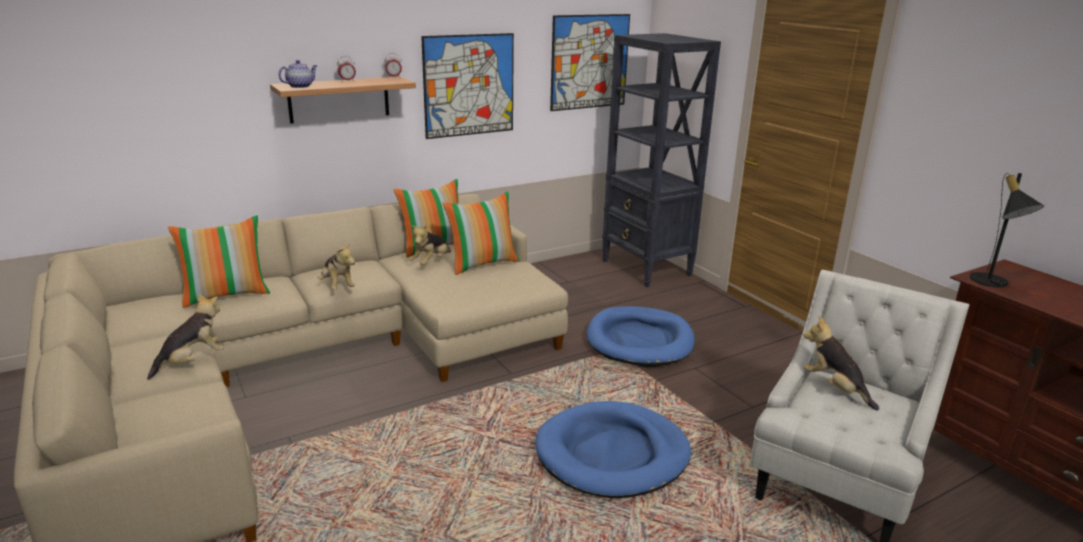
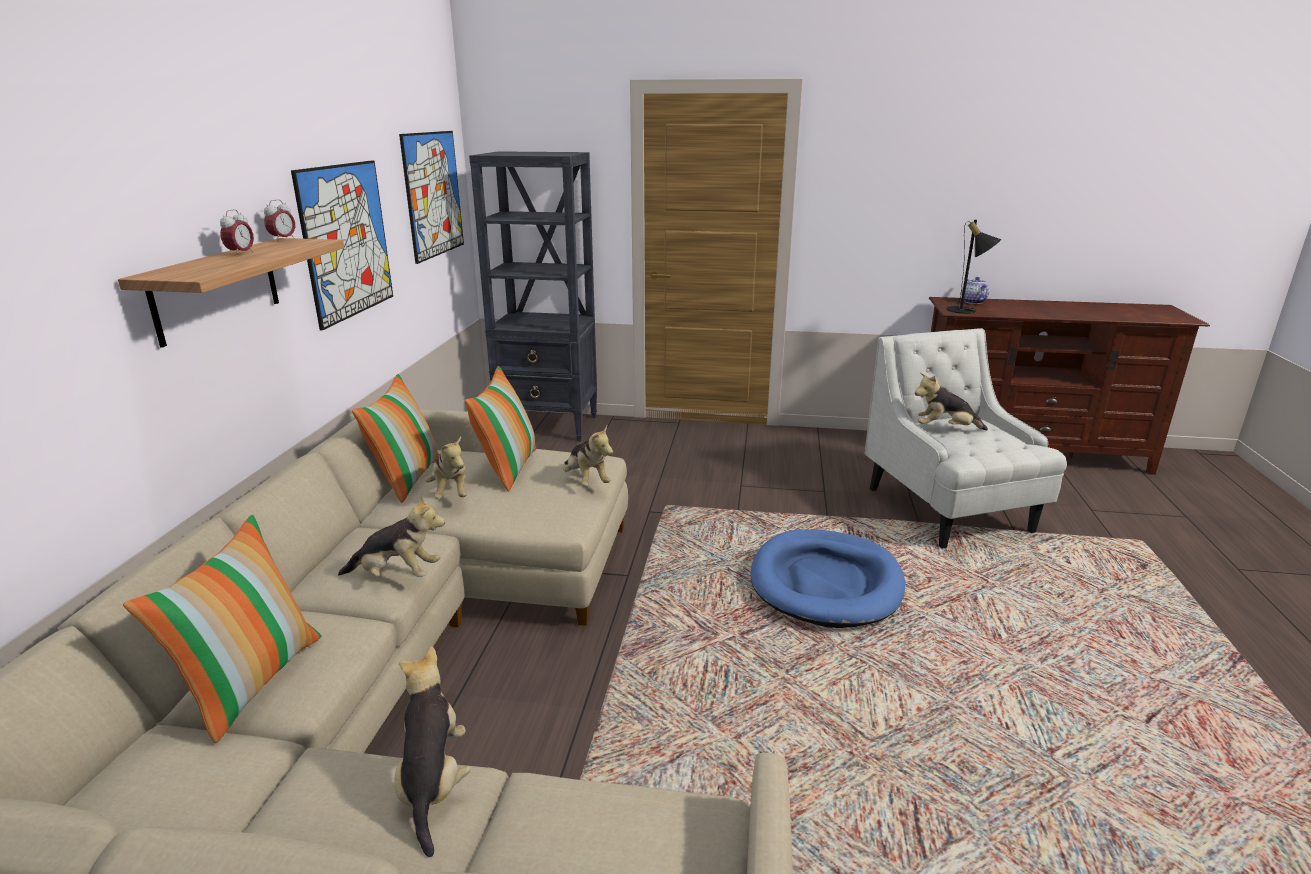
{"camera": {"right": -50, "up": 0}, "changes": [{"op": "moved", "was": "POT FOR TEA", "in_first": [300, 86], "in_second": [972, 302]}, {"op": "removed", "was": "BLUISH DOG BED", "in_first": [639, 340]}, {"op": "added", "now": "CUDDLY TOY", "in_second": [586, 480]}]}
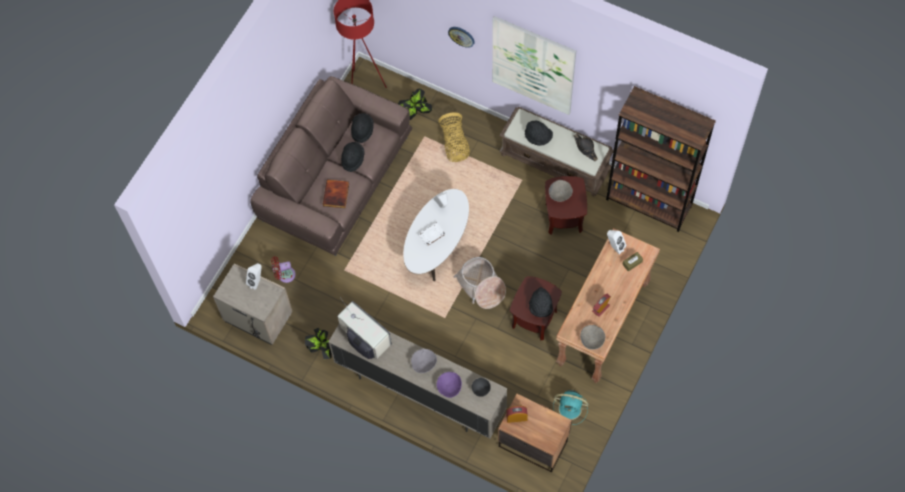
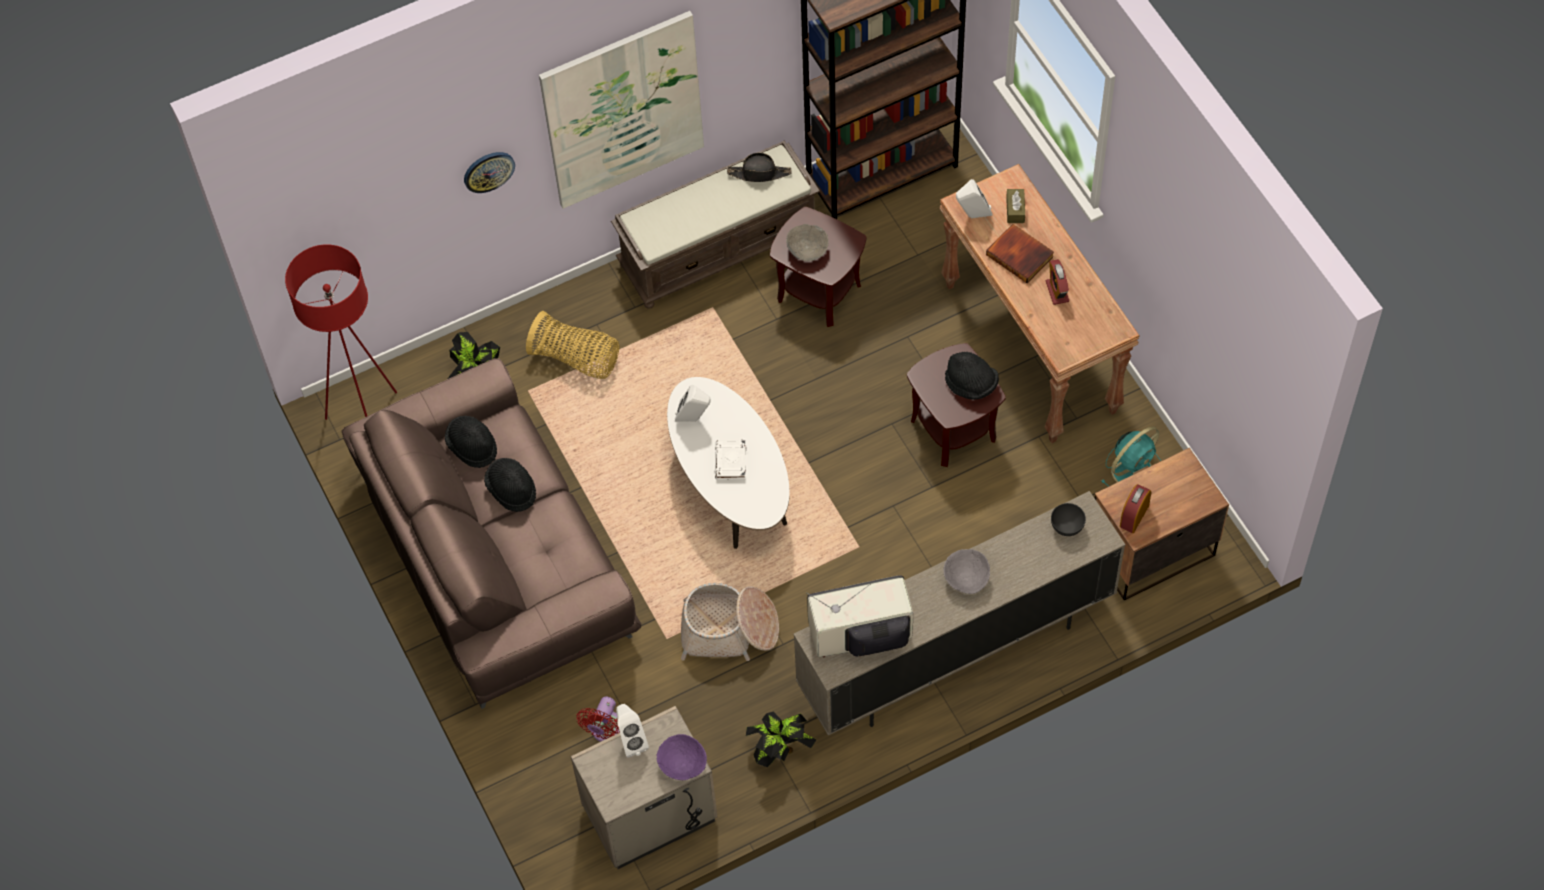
{"camera": {"right": -55, "up": -5}, "changes": [{"op": "removed", "was": "BLACK-COLOURED HAT", "in_first": [538, 137]}, {"op": "moved", "was": "VOLUME", "in_first": [336, 195], "in_second": [1021, 255]}, {"op": "moved", "was": "BASKET", "in_first": [481, 286], "in_second": [729, 630]}, {"op": "removed", "was": "GREYISH SERVING BOWL", "in_first": [591, 339]}, {"op": "moved", "was": "PURPLISH SERVING BOWL", "in_first": [449, 387], "in_second": [682, 764]}]}
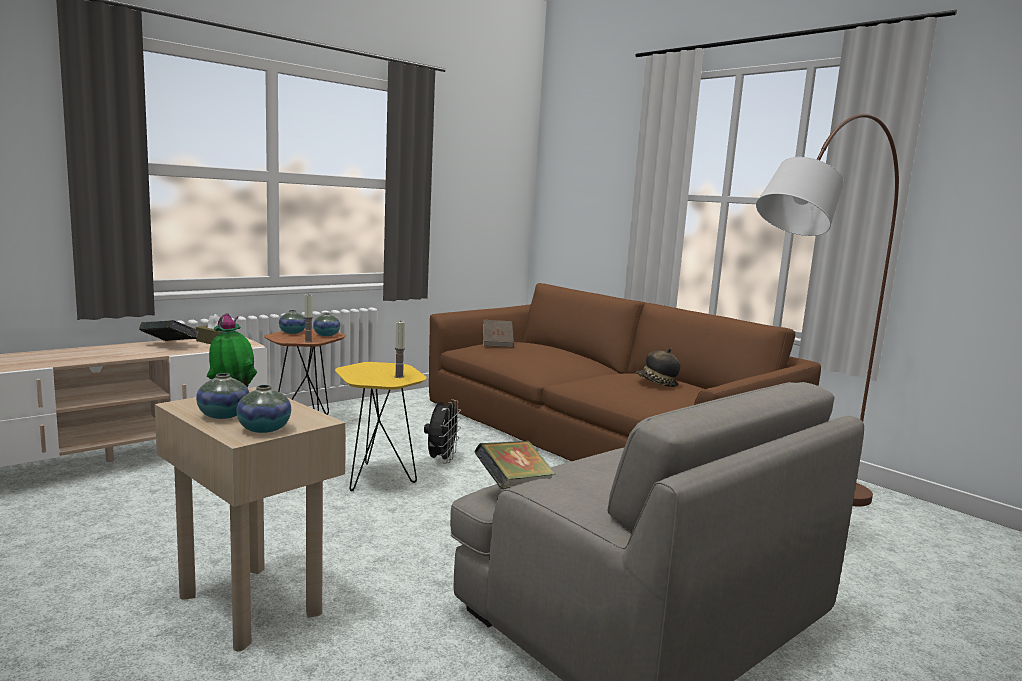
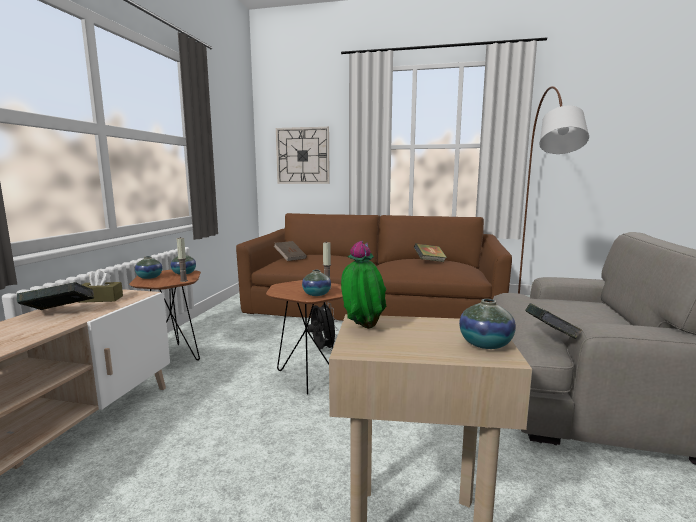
{"camera": {"right": -35, "up": 0}, "changes": [{"op": "replaced", "was": "HAT", "now": "VOLUME", "in_first": [656, 383], "in_second": [429, 261]}, {"op": "recoloured", "was": "YELLOW-COLOURED END TABLE", "now": "BROWN END TABLE", "in_first": [378, 480], "in_second": [309, 378]}, {"op": "moved", "was": "DECORATIVE VASE", "in_first": [223, 415], "in_second": [316, 294]}, {"op": "added", "now": "WALL CLOCK", "in_second": [303, 156]}]}
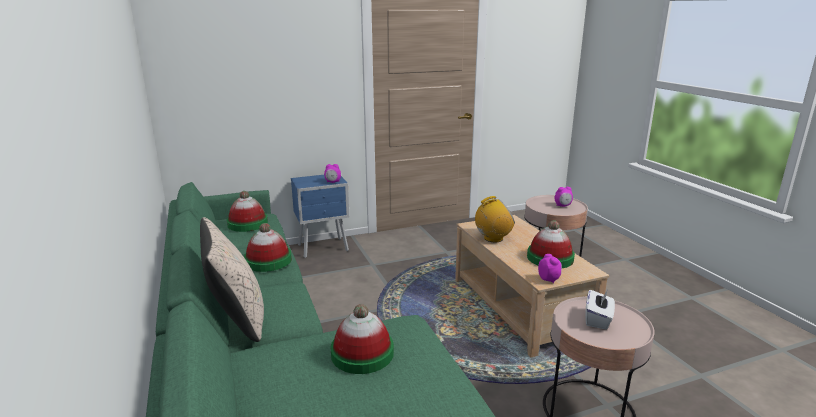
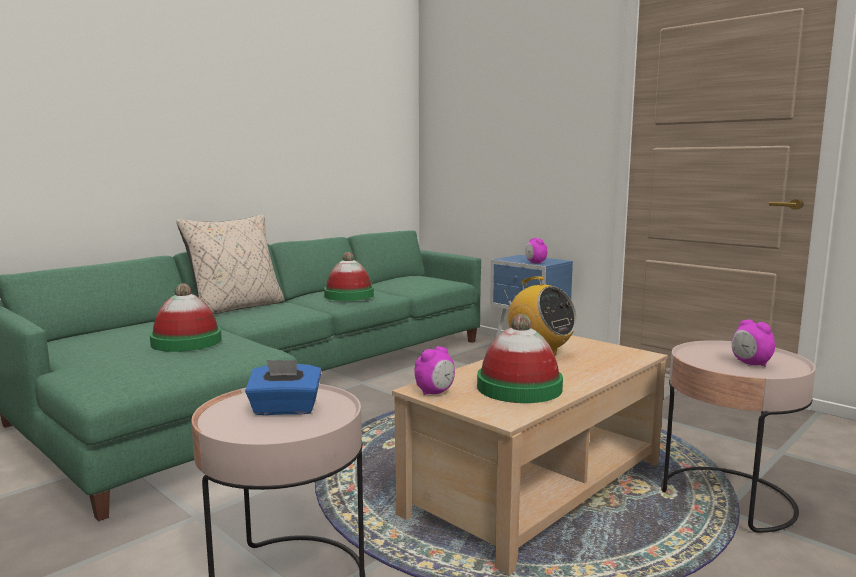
{"camera": {"right": 65, "up": -10}, "changes": [{"op": "removed", "was": "HAT", "in_first": [247, 223]}, {"op": "recoloured", "was": "WHITE BOX OF TISSUES", "now": "BLUISH BOX OF TISSUES", "in_first": [598, 320], "in_second": [285, 409]}]}
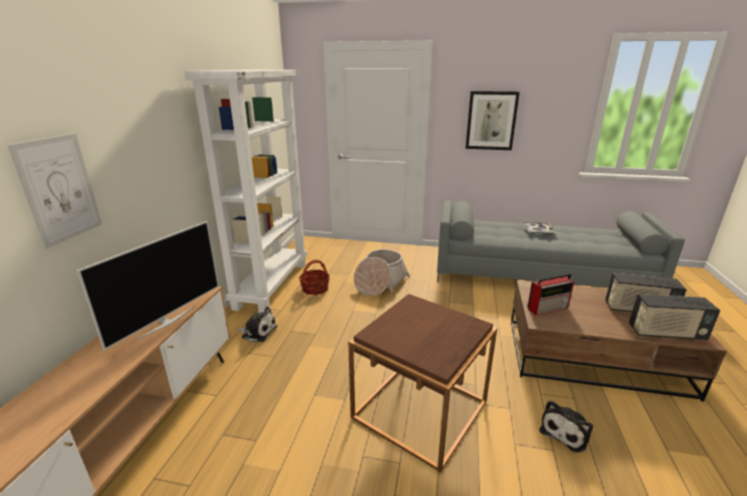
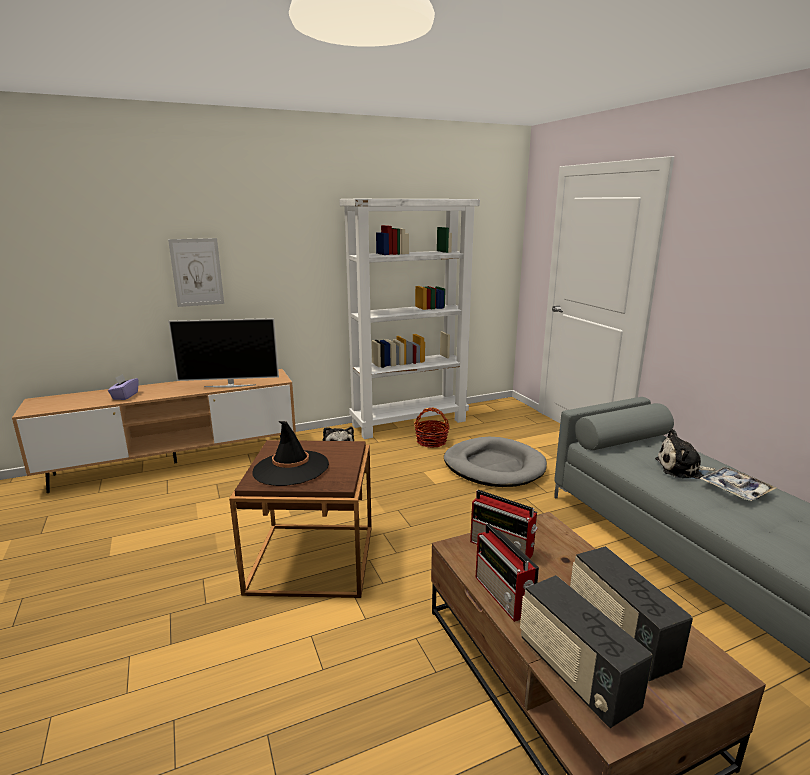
{"camera": {"right": 55, "up": -5}, "changes": [{"op": "removed", "was": "WALL PICTURE", "in_first": [491, 120]}, {"op": "replaced", "was": "BASKET", "now": "GREYISH DOG BED", "in_first": [380, 283], "in_second": [494, 466]}, {"op": "moved", "was": "CUDDLY TOY", "in_first": [565, 431], "in_second": [682, 469]}, {"op": "added", "now": "PURPLISH BOX OF TISSUES", "in_second": [125, 396]}, {"op": "added", "now": "BLACK-COLOURED HAT", "in_second": [291, 468]}, {"op": "added", "now": "RADIO SET", "in_second": [504, 596]}]}
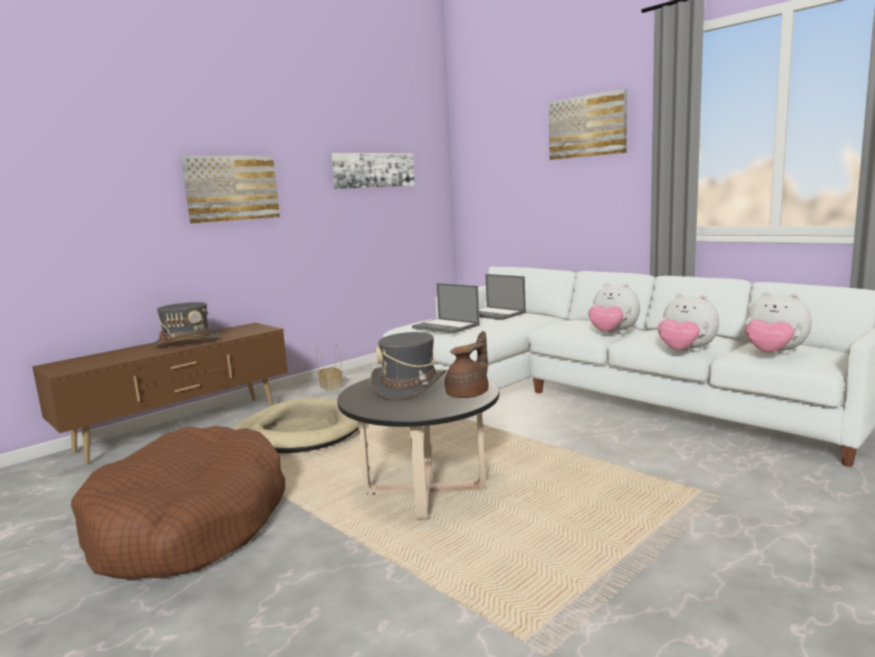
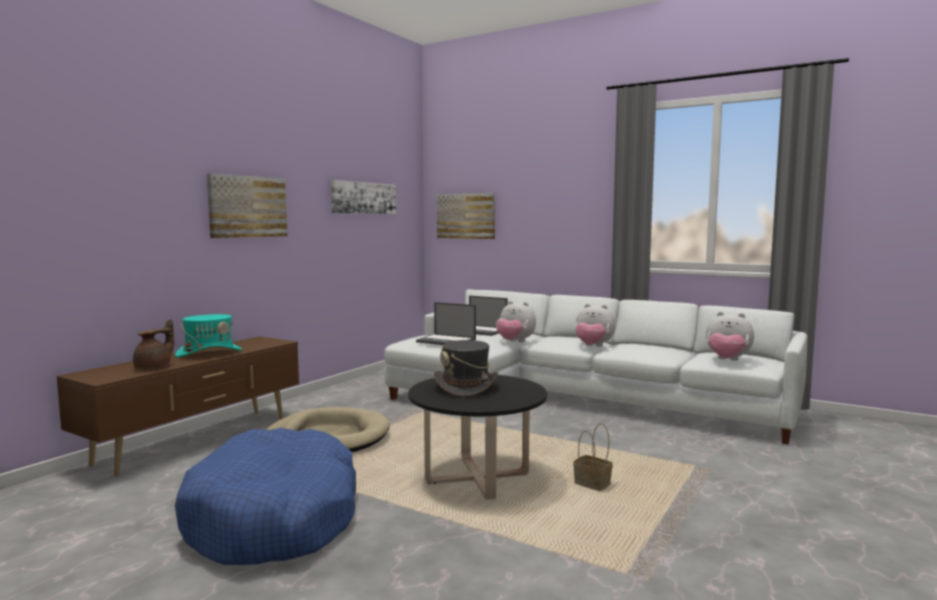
{"camera": {"right": -15, "up": -5}, "changes": [{"op": "moved", "was": "WALL PICTURE", "in_first": [587, 126], "in_second": [466, 216]}, {"op": "moved", "was": "CUDDLY TOY", "in_first": [685, 351], "in_second": [515, 342]}, {"op": "recoloured", "was": "GREYISH HAT", "now": "BLUE-GREEN HAT", "in_first": [187, 342], "in_second": [209, 353]}, {"op": "moved", "was": "BROWN POT FOR TEA", "in_first": [469, 394], "in_second": [155, 367]}, {"op": "moved", "was": "BASKET", "in_first": [332, 386], "in_second": [593, 484]}, {"op": "recoloured", "was": "BROWN DOG BED", "now": "BLUISH DOG BED", "in_first": [189, 524], "in_second": [274, 518]}]}
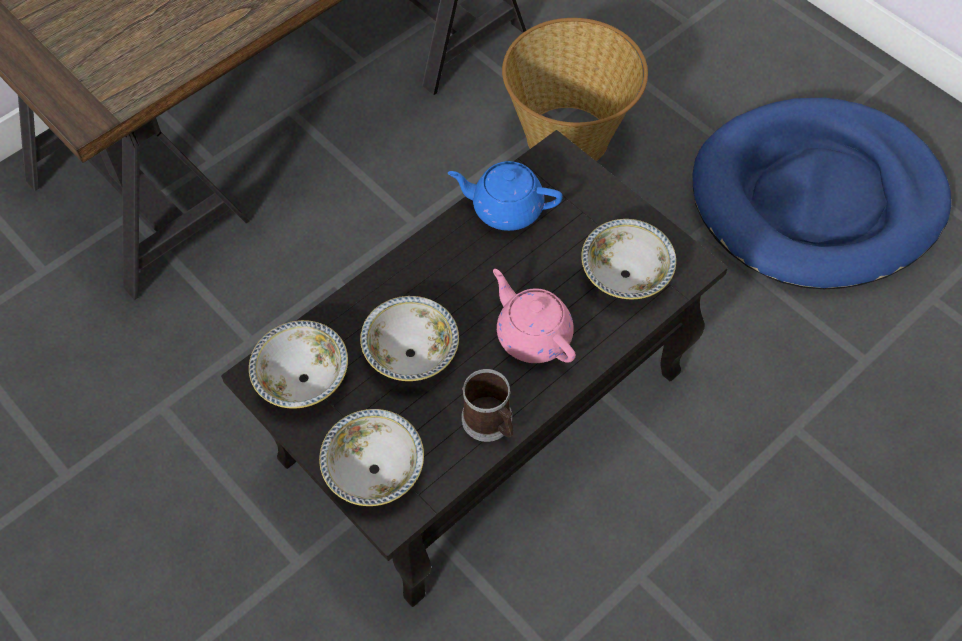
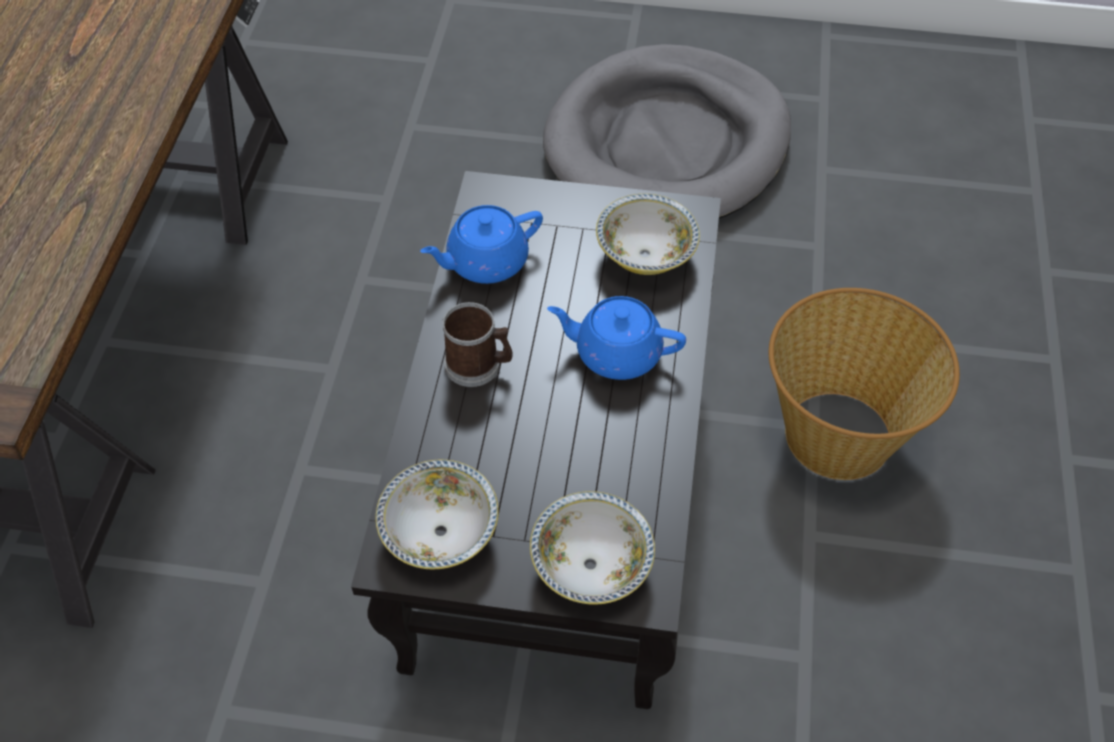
{"camera": {"right": -40, "up": -5}, "changes": [{"op": "moved", "was": "BASKET", "in_first": [569, 137], "in_second": [839, 434]}, {"op": "recoloured", "was": "BLUISH DOG BED", "now": "GREYISH DOG BED", "in_first": [816, 199], "in_second": [667, 144]}, {"op": "recoloured", "was": "PINKISH POT FOR TEA", "now": "BLUISH POT FOR TEA", "in_first": [532, 335], "in_second": [616, 353]}, {"op": "removed", "was": "SERVING BOWL", "in_first": [411, 353]}, {"op": "moved", "was": "COFFEE MUG", "in_first": [490, 423], "in_second": [479, 365]}]}
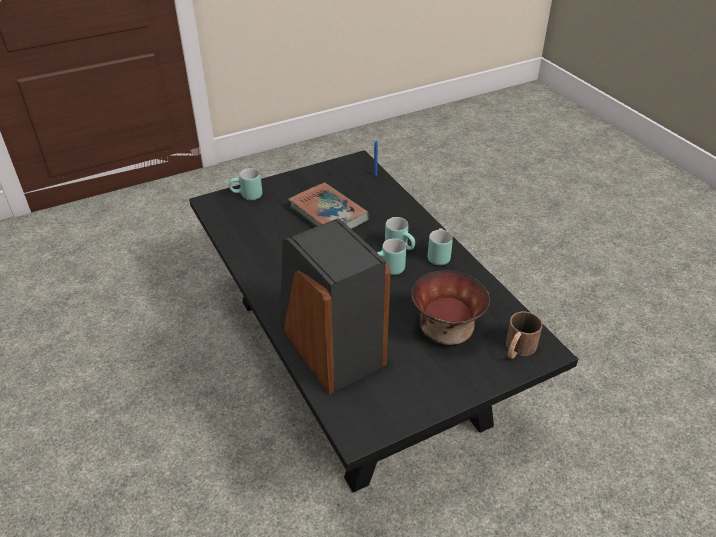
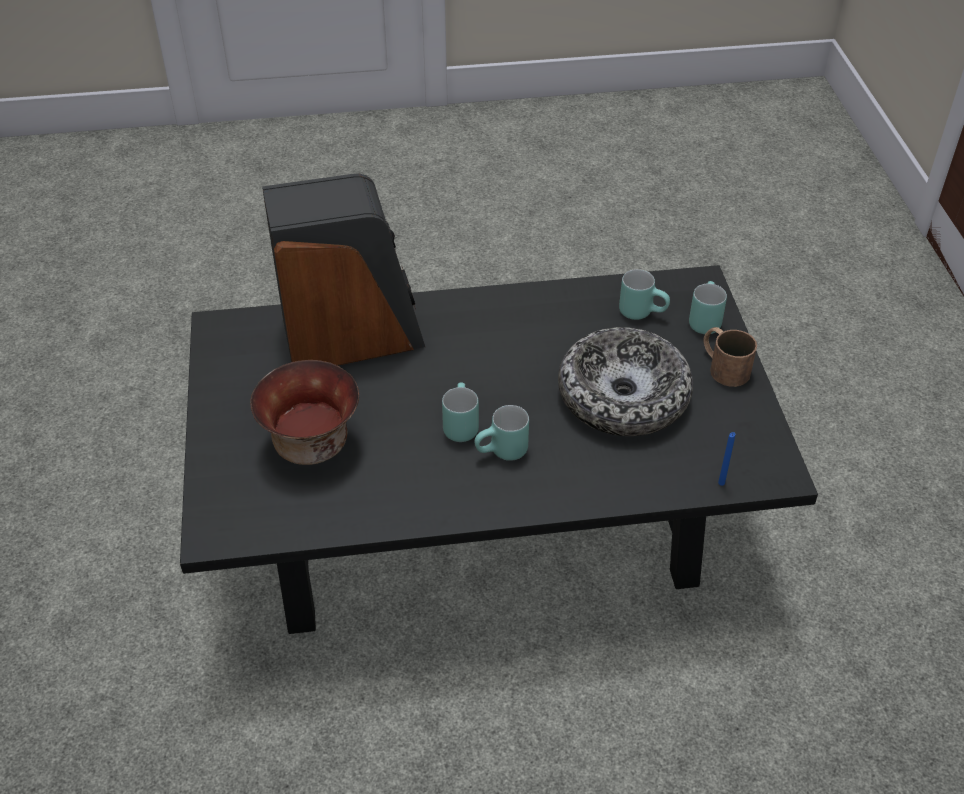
{"camera": {"right": 110, "up": 5}, "changes": [{"op": "replaced", "was": "VOLUME", "now": "SERVING BOWL", "in_first": [328, 214], "in_second": [623, 396]}, {"op": "moved", "was": "BLUE-GREEN COFFEE MUG", "in_first": [437, 255], "in_second": [643, 312]}, {"op": "moved", "was": "BROWN COFFEE MUG", "in_first": [517, 349], "in_second": [723, 366]}]}
